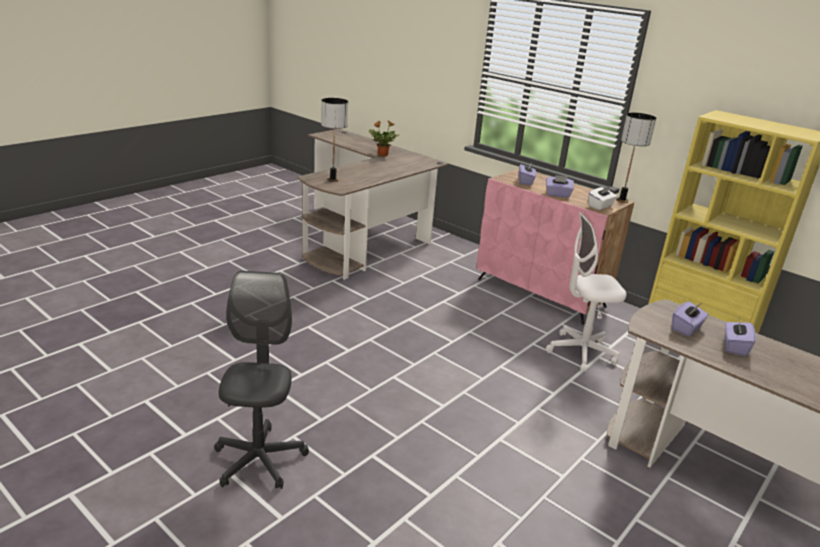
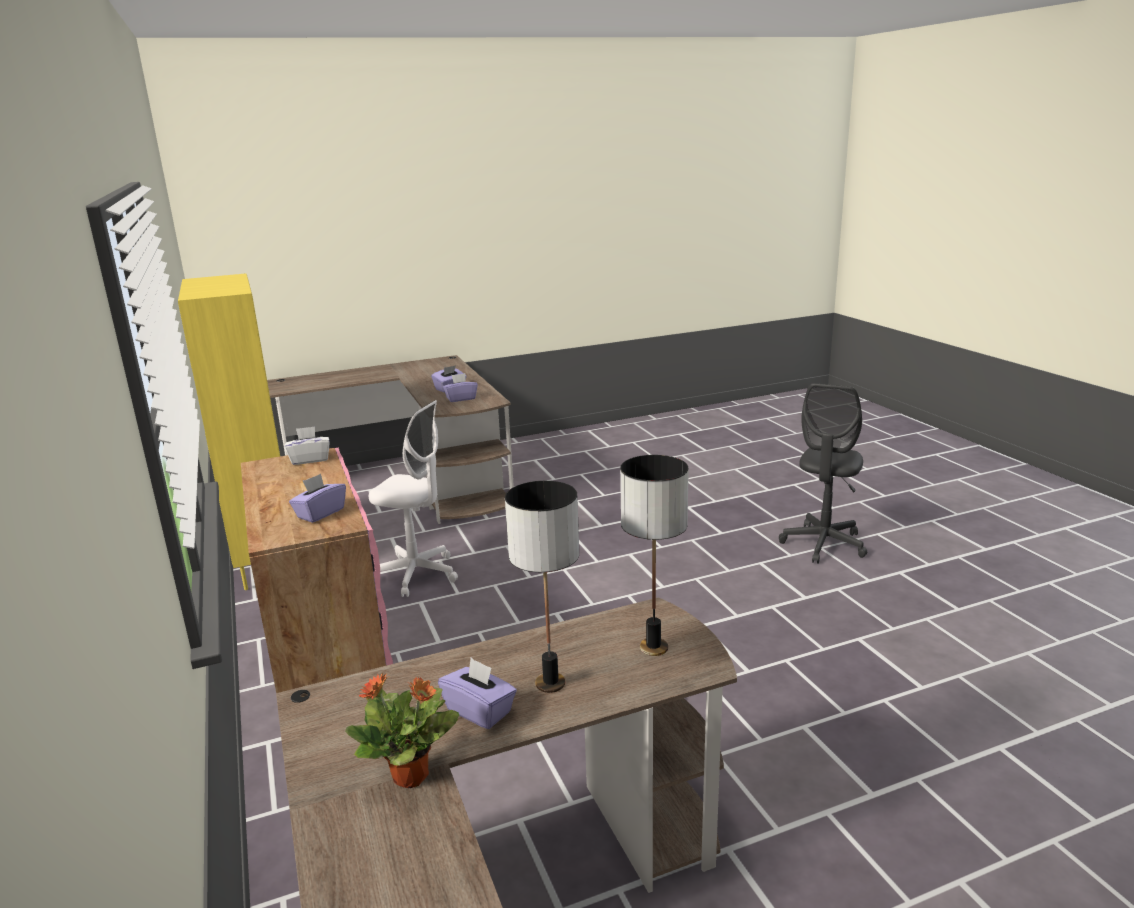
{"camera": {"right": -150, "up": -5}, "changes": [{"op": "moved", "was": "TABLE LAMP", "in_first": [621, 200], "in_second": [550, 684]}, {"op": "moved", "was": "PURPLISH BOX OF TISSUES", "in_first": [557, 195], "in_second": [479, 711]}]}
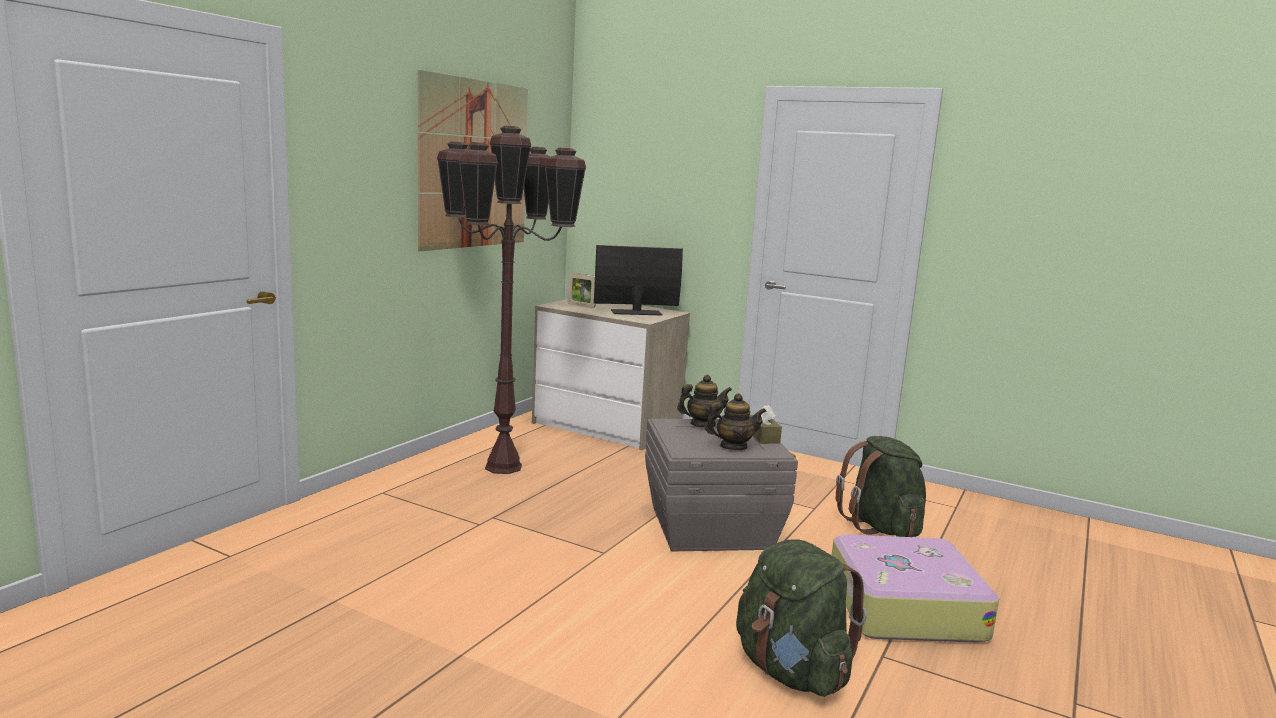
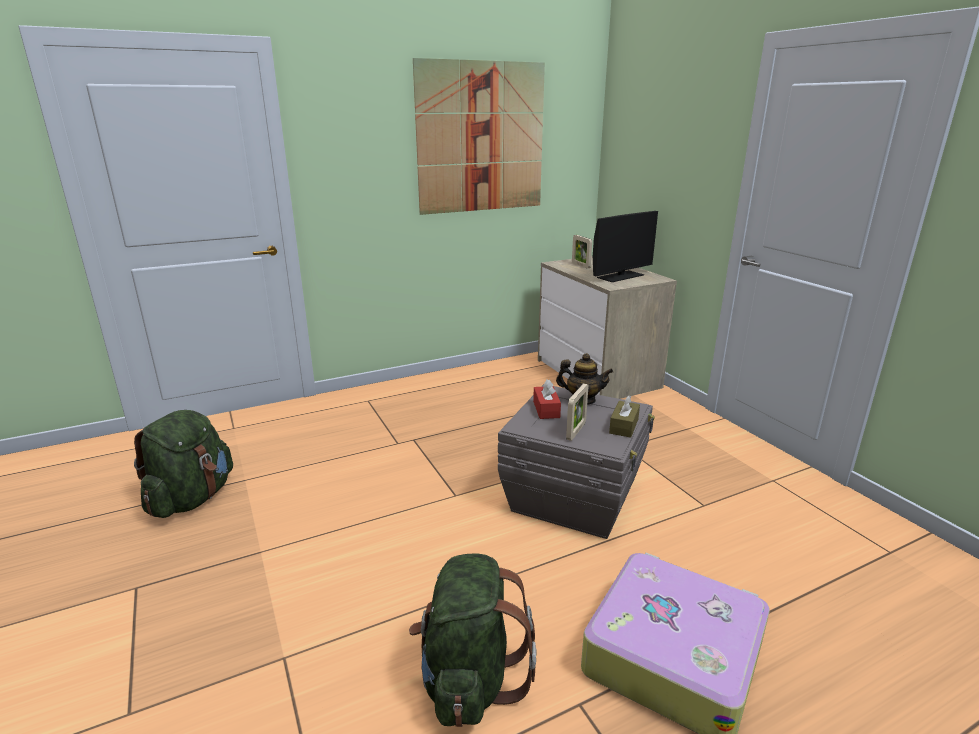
{"camera": {"right": 35, "up": 10}, "changes": [{"op": "removed", "was": "BROWN STANDARD LAMP", "in_first": [502, 467]}, {"op": "turned", "was": "COMPUTER SCREEN", "in_first": [636, 312], "in_second": [620, 276], "clockwise": 120}, {"op": "replaced", "was": "POT FOR TEA", "now": "PHOTO FRAME", "in_first": [733, 447], "in_second": [576, 431]}, {"op": "moved", "was": "GREEN KNAPSACK", "in_first": [881, 527], "in_second": [192, 498]}, {"op": "added", "now": "RED-COLOURED BOX OF TISSUES", "in_second": [546, 409]}]}
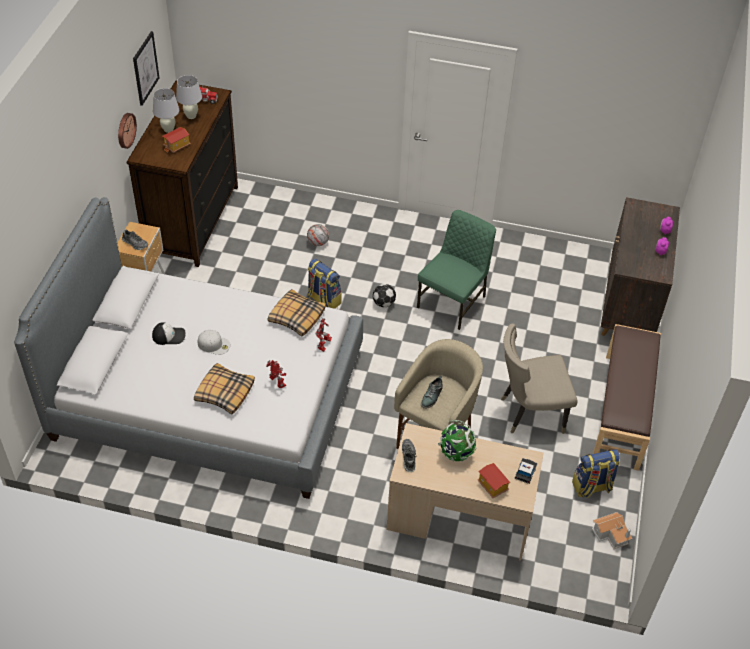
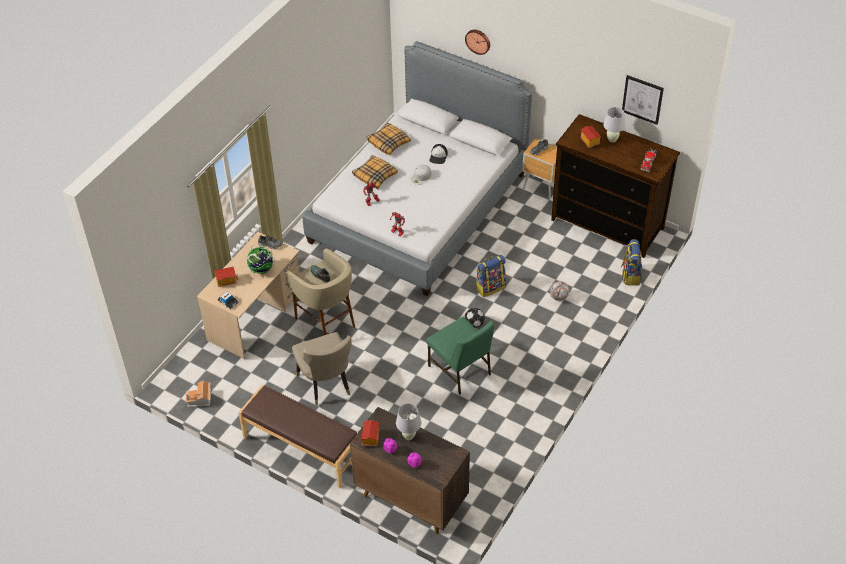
{"camera": {"right": 110, "up": 0}, "changes": [{"op": "moved", "was": "WHITE TABLE LAMP", "in_first": [191, 116], "in_second": [408, 436]}, {"op": "moved", "was": "WALL CLOCK", "in_first": [125, 130], "in_second": [478, 41]}, {"op": "moved", "was": "PILLOW", "in_first": [296, 317], "in_second": [389, 142]}, {"op": "turned", "was": "BEIGE UPRIGHT CHAIR", "in_first": [529, 413], "in_second": [326, 385], "clockwise": 150}, {"op": "moved", "was": "KNAPSACK", "in_first": [592, 487], "in_second": [630, 275]}, {"op": "added", "now": "TOY HOUSE", "in_second": [370, 438]}]}
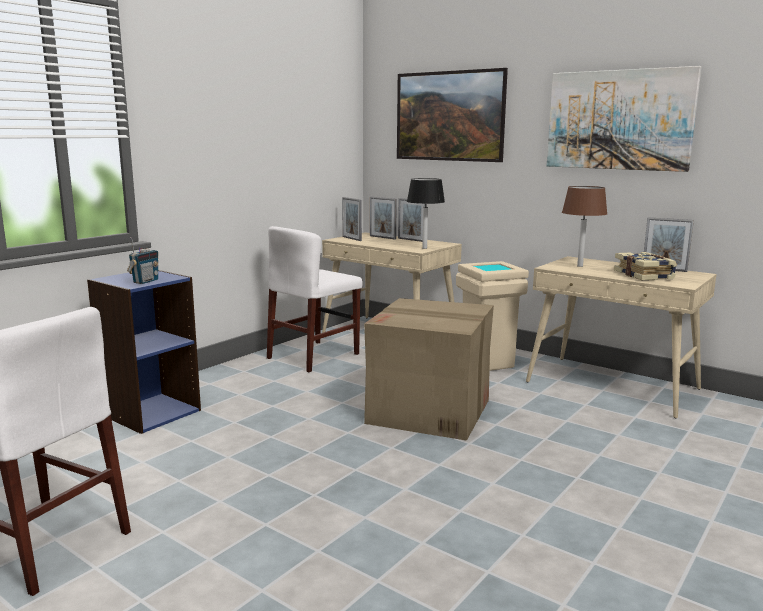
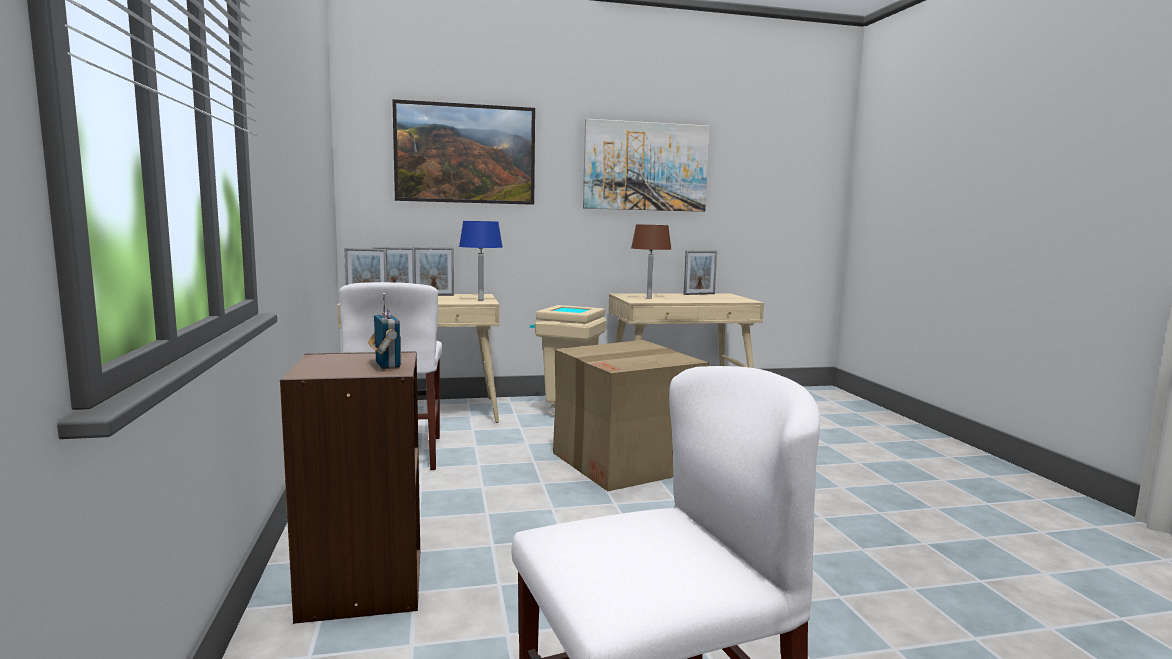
{"camera": {"right": -50, "up": -5}, "changes": [{"op": "recoloured", "was": "BLACK-COLOURED TABLE LAMP", "now": "BLUISH TABLE LAMP", "in_first": [424, 248], "in_second": [480, 300]}, {"op": "removed", "was": "VOLUME", "in_first": [644, 275]}, {"op": "recoloured", "was": "BLUISH BOOKCASE", "now": "BROWN BOOKCASE", "in_first": [151, 412], "in_second": [361, 584]}]}
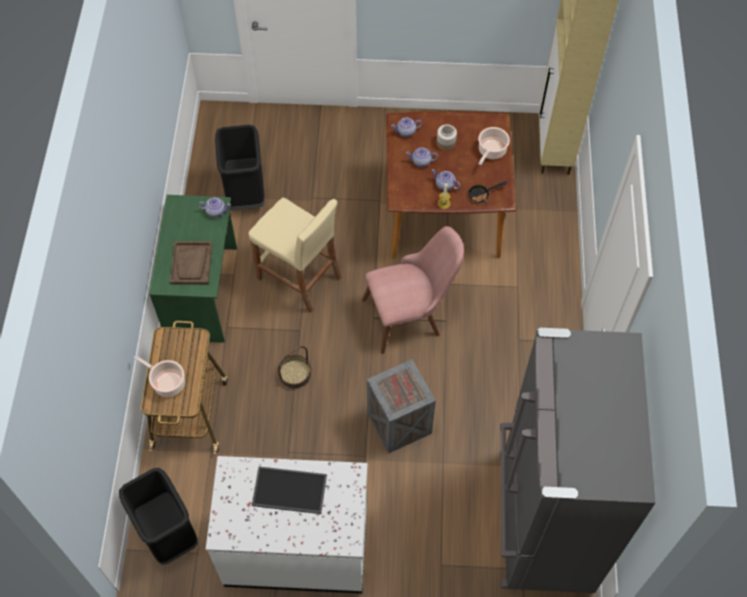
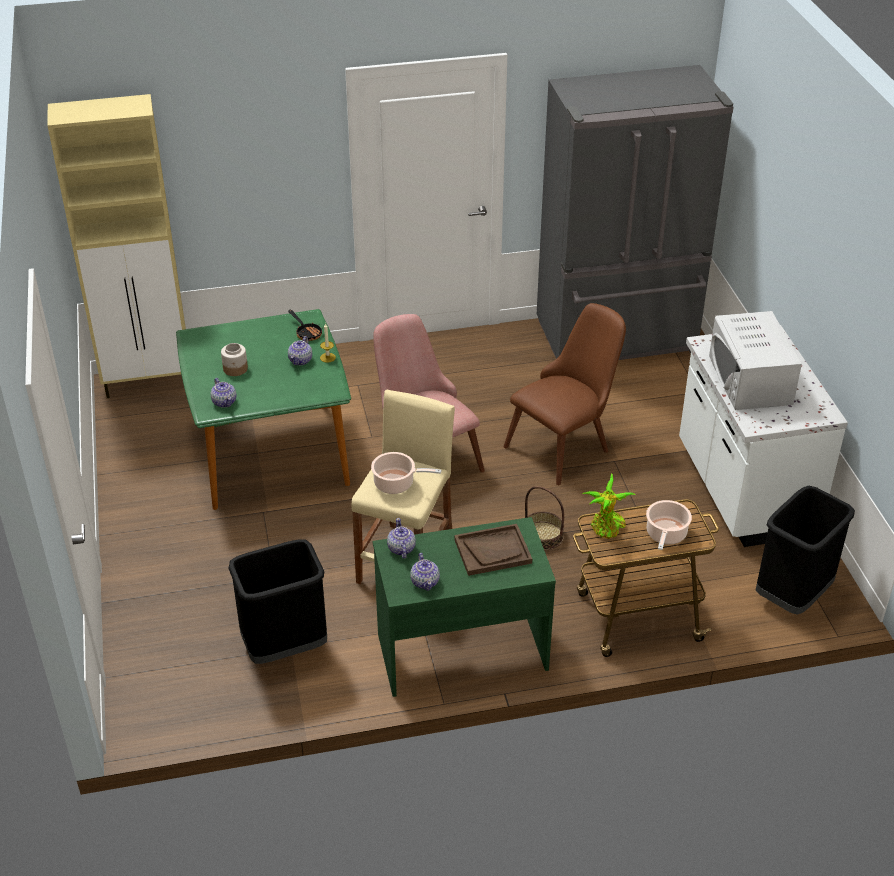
{"camera": {"right": -105, "up": -20}, "changes": [{"op": "recoloured", "was": "BROWN DINNER TABLE", "now": "GREEN DINNER TABLE", "in_first": [445, 214], "in_second": [270, 453]}, {"op": "moved", "was": "STOCKPOT", "in_first": [491, 151], "in_second": [396, 483]}, {"op": "moved", "was": "POT FOR TEA", "in_first": [421, 162], "in_second": [425, 582]}, {"op": "replaced", "was": "SHIPPING CRATE", "now": "BROWN UPRIGHT CHAIR", "in_first": [398, 424], "in_second": [565, 443]}, {"op": "replaced", "was": "CARRYING TRAY", "now": "WHITE MICROWAVE OVEN", "in_first": [288, 491], "in_second": [750, 380]}, {"op": "added", "now": "HOUSEPLANT", "in_second": [606, 528]}]}
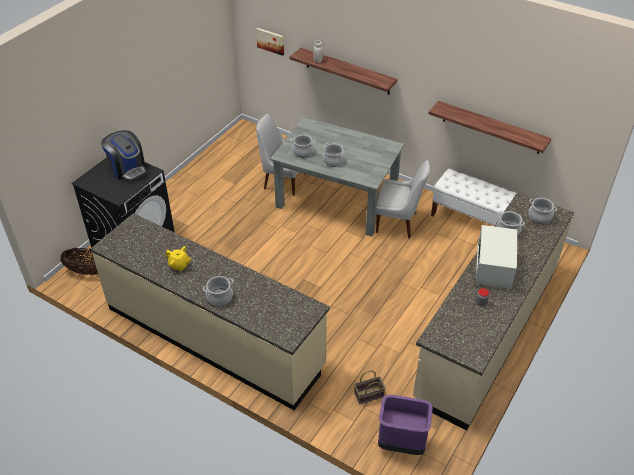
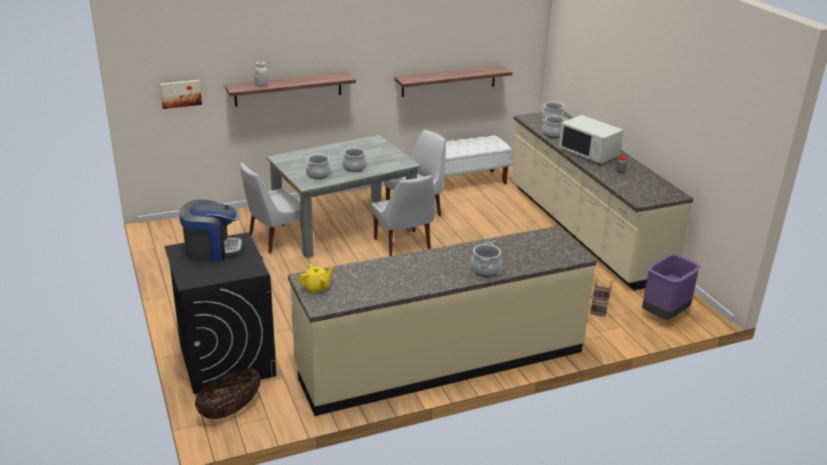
{"camera": {"right": -55, "up": -15}, "changes": [{"op": "moved", "was": "YELLOW-COLOURED POT FOR TEA", "in_first": [179, 265], "in_second": [316, 288]}, {"op": "added", "now": "WHITE UPRIGHT CHAIR", "in_second": [403, 245]}]}
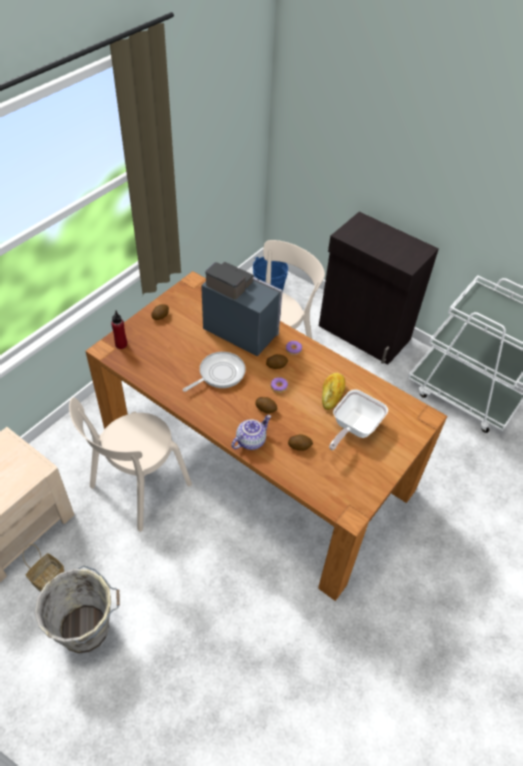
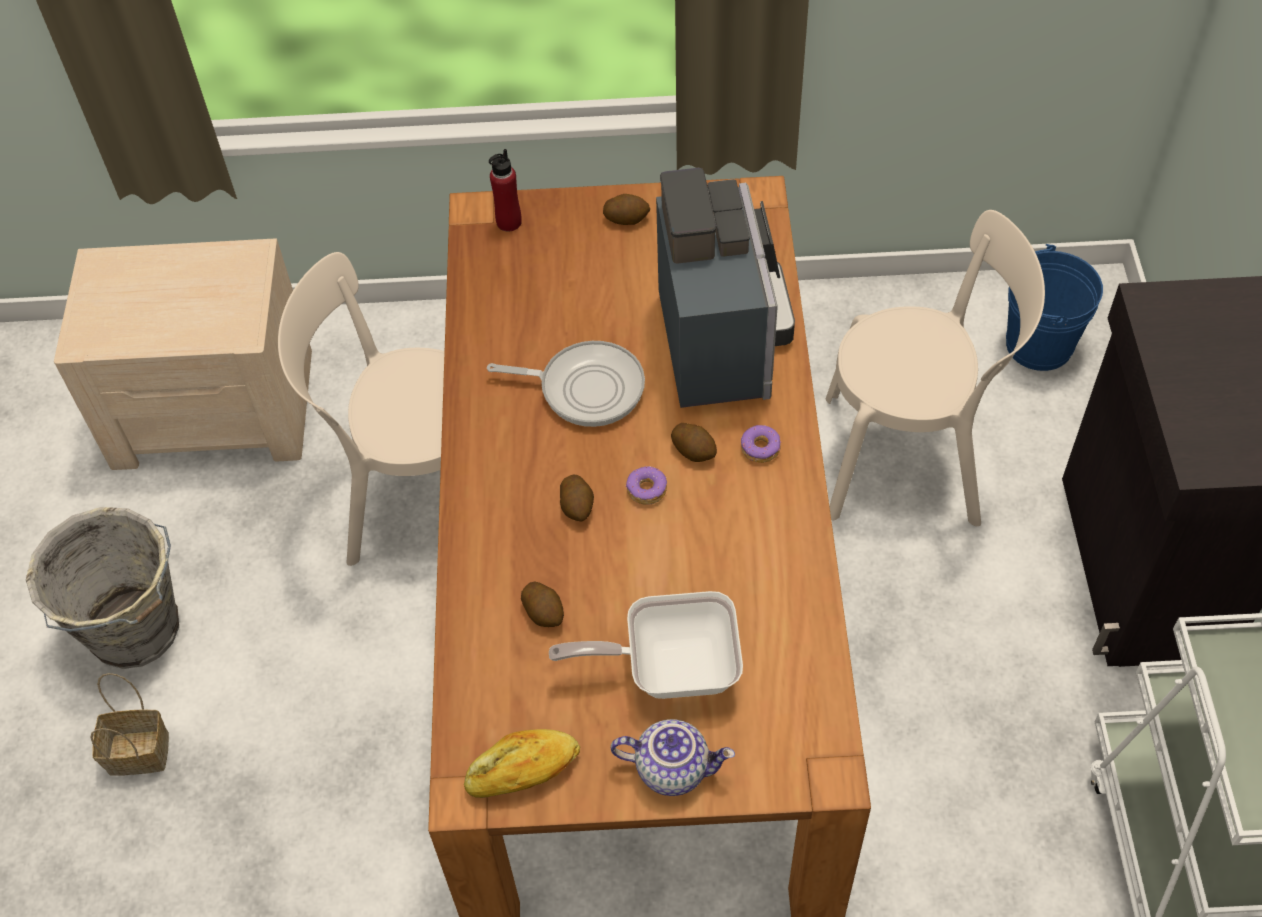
{"camera": {"right": 55, "up": 5}, "changes": [{"op": "moved", "was": "BAKERY BREAD", "in_first": [332, 394], "in_second": [523, 772]}, {"op": "moved", "was": "POT FOR TEA", "in_first": [250, 440], "in_second": [673, 767]}, {"op": "moved", "was": "BASKET", "in_first": [49, 578], "in_second": [141, 751]}]}
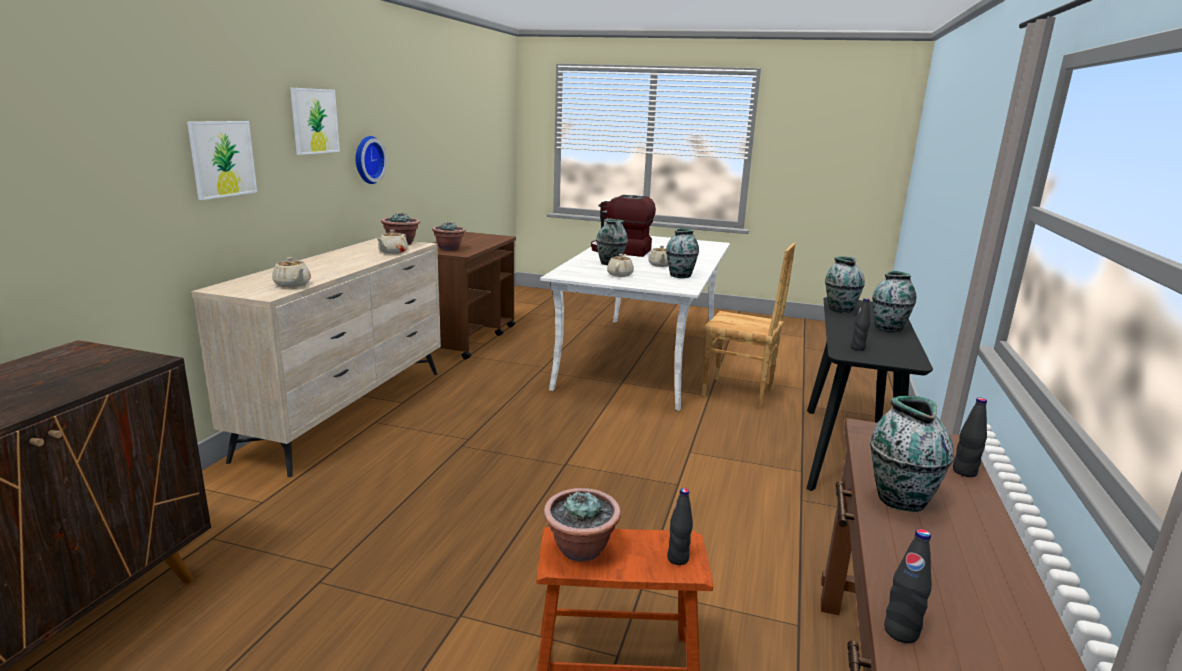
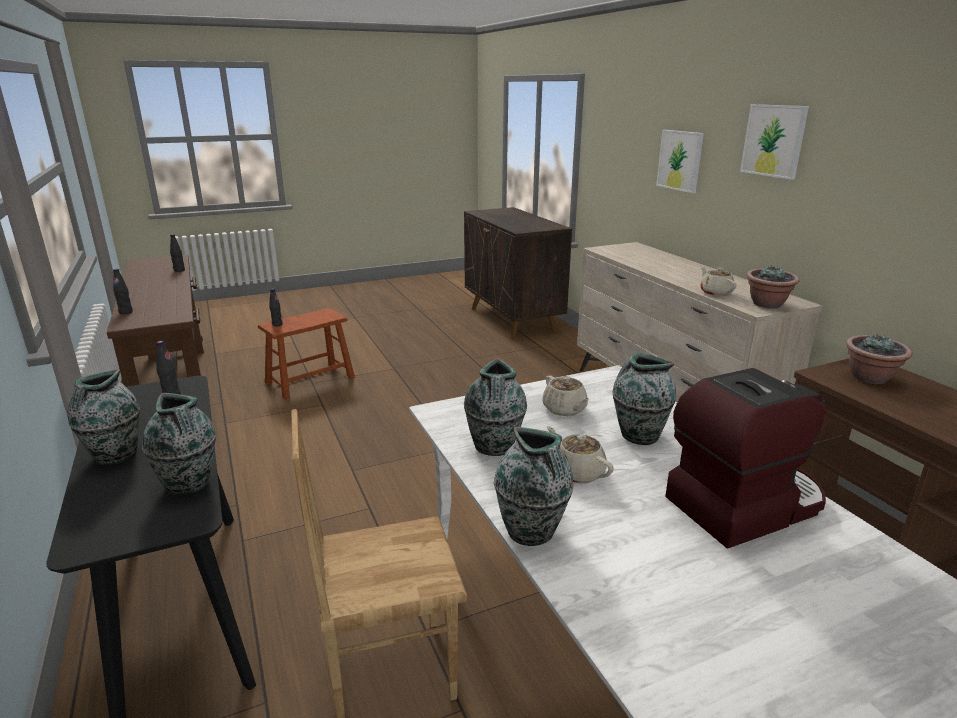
{"camera": {"right": 140, "up": 5}, "changes": [{"op": "removed", "was": "WALL CLOCK", "in_first": [367, 159]}, {"op": "removed", "was": "BEIGE POT FOR TEA", "in_first": [292, 285]}, {"op": "moved", "was": "DECORATIVE VASE", "in_first": [900, 498], "in_second": [531, 532]}, {"op": "removed", "was": "HOUSEPLANT", "in_first": [581, 550]}]}
